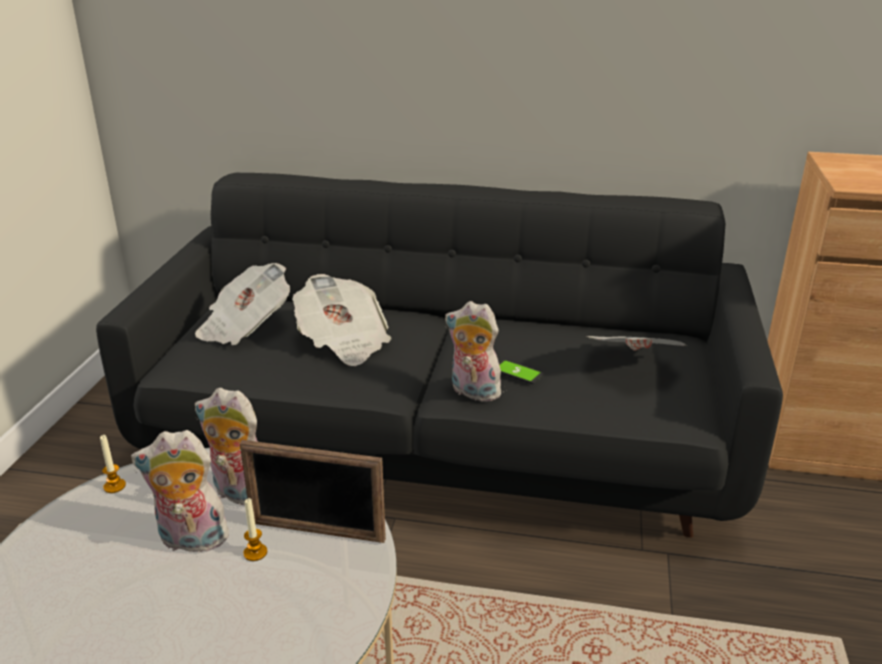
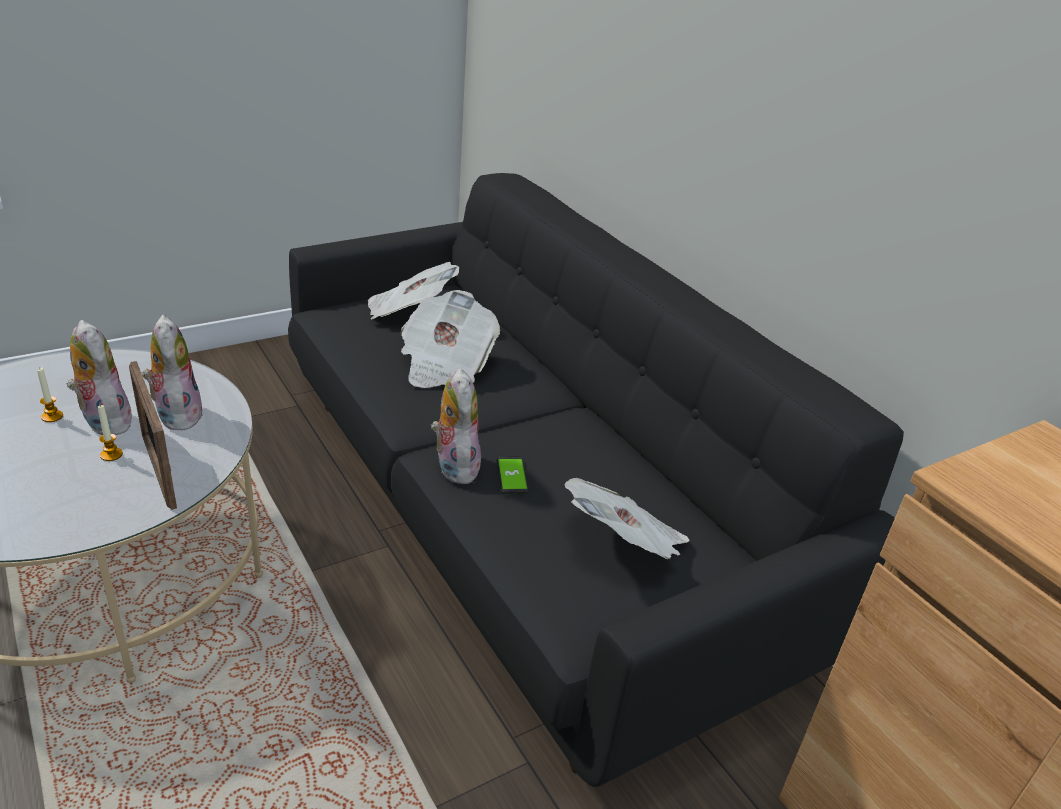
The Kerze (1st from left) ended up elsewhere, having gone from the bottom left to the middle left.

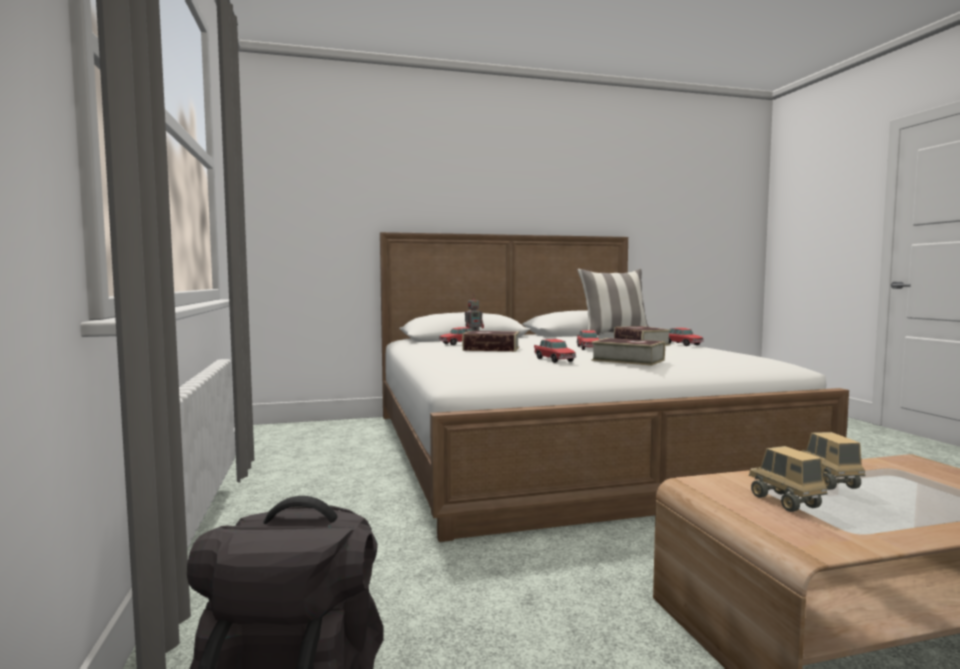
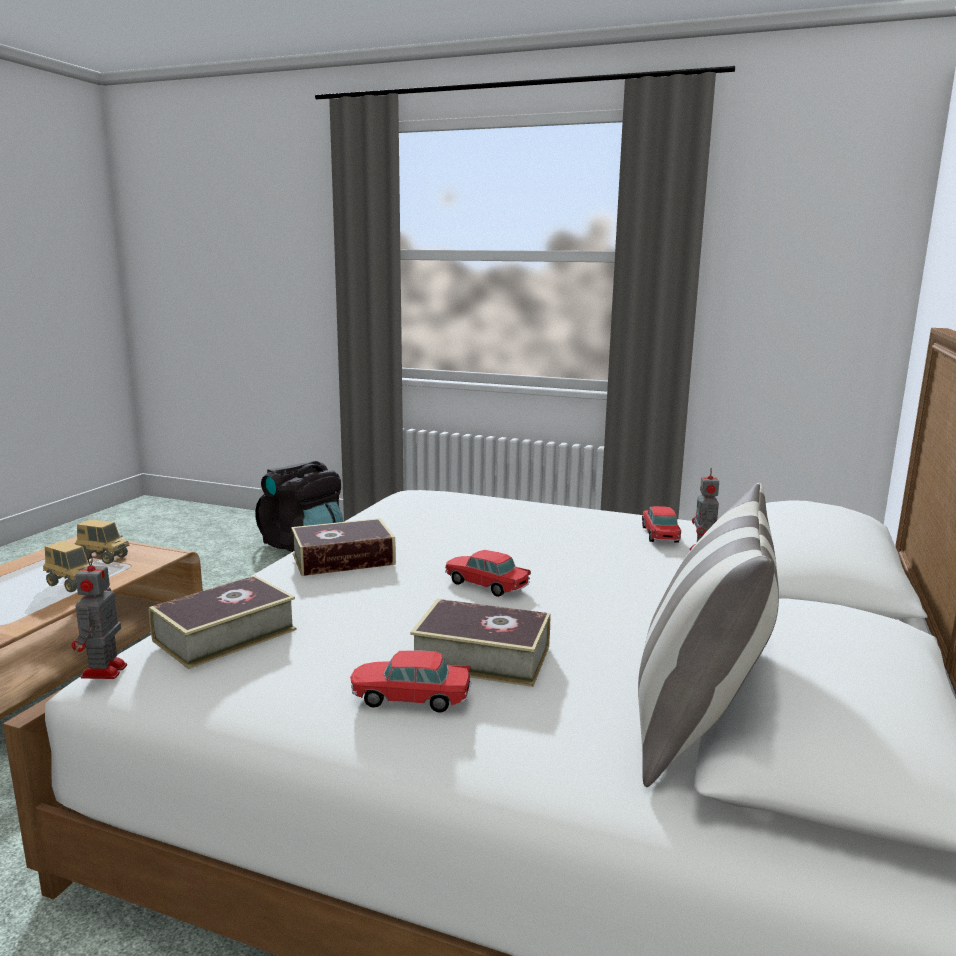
The second view gained the Spielzeugroboter (1st from left) at the middle left.
The Buch (1st from left) ended up elsewhere, having gone from the centre to the middle left.
The second view lost the Spielzeugauto (2nd from left) at the centre.

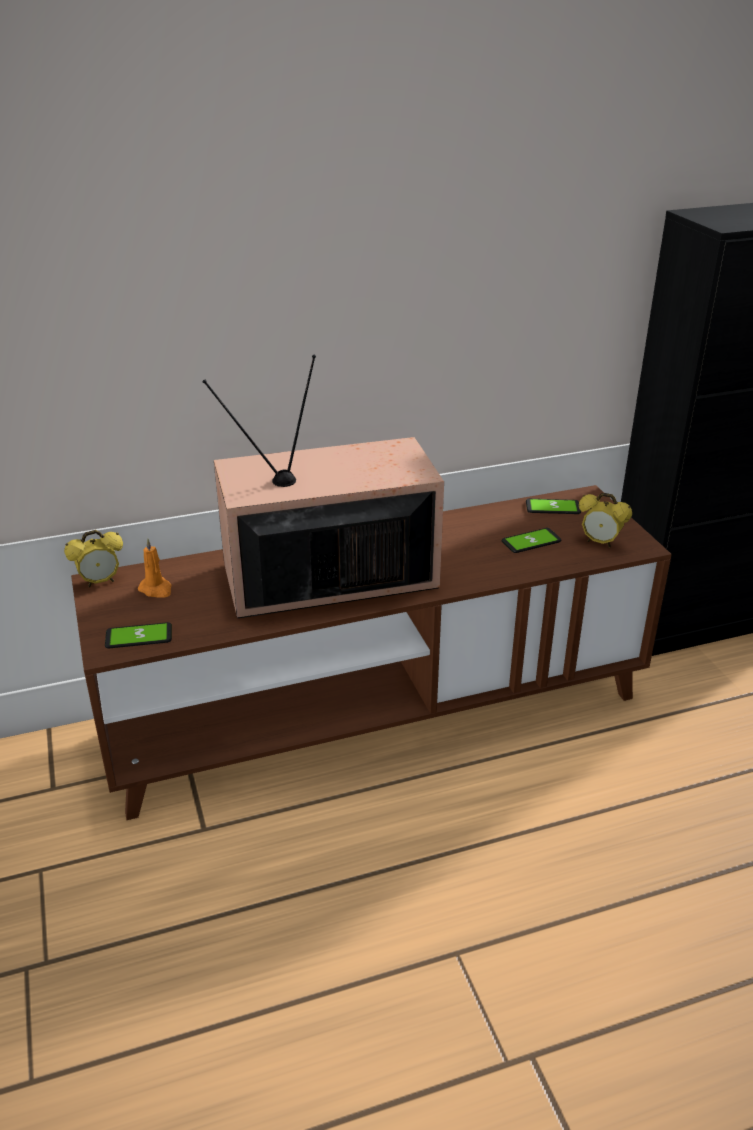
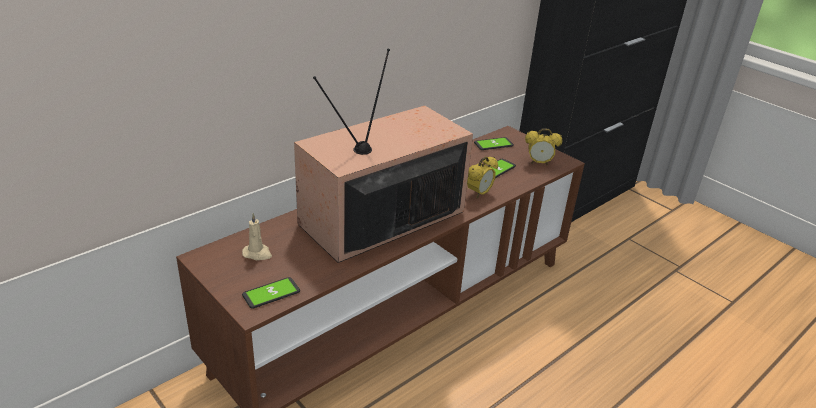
What was the Kerze (orange) at the middle left turned into the Kerze (beige) at the middle left.
The Wecker (1st from left) ended up elsewhere, having gone from the middle left to the centre.

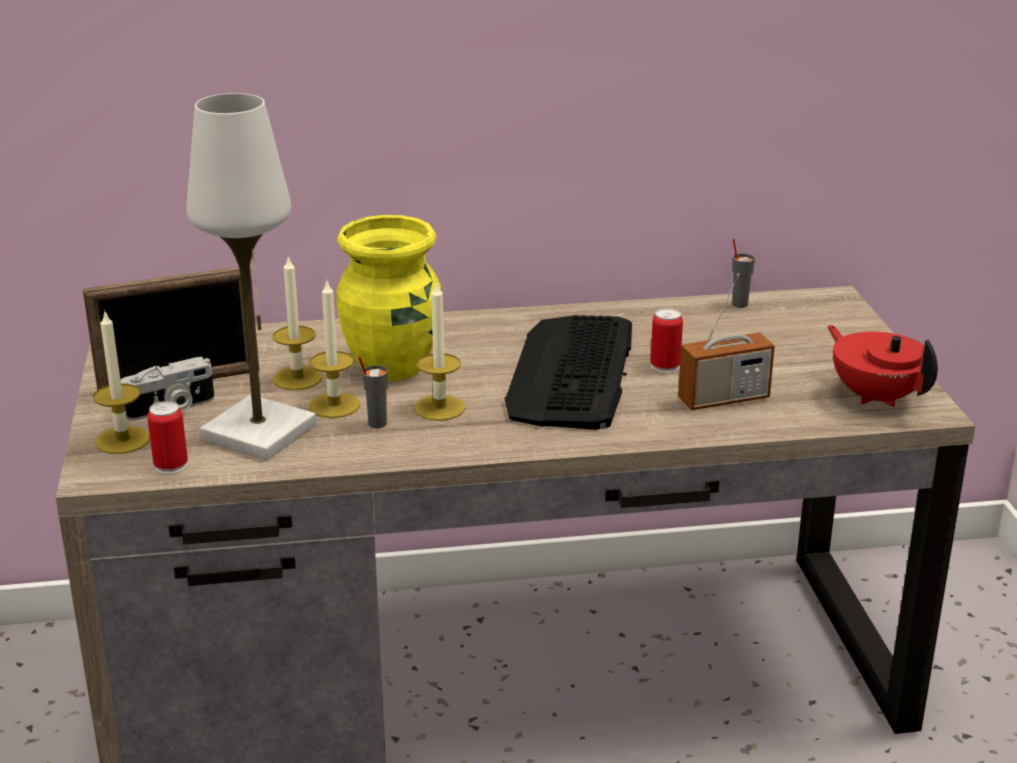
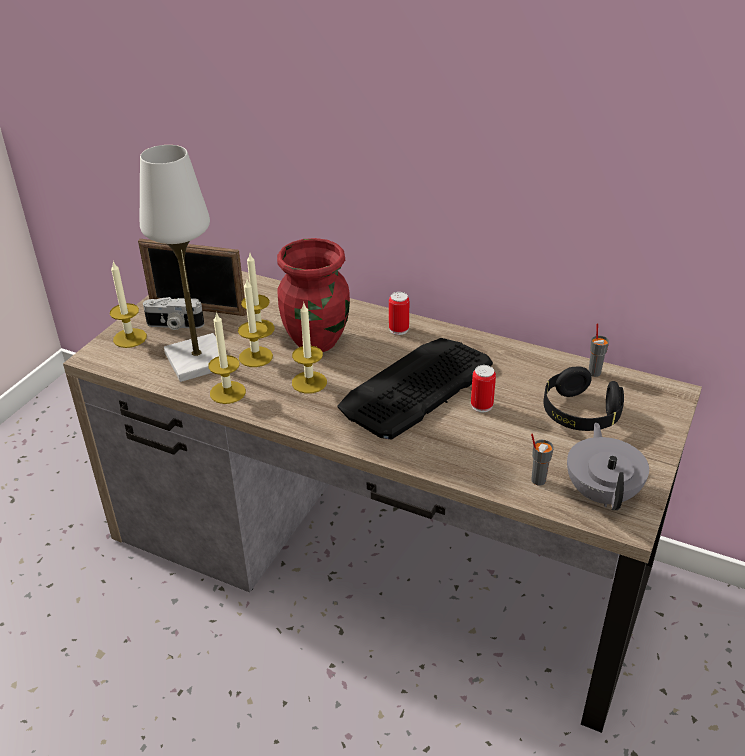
The second view gained the Kerze (2nd from left) at the middle left.
What was the Vase (gelb) at the centre turned into the Vase (rot) at the centre.
The Dose (1st from left) ended up elsewhere, having gone from the middle left to the centre.
The Tasse (grau) (1st from left) ended up elsewhere, having gone from the centre to the middle right.
The second view gained the Kopfhörer (schwarz) at the middle right.
What was the Teekanne (rot) at the middle right turned into the Teekanne (grau) at the middle right.
The second view lost the Radio at the middle right.

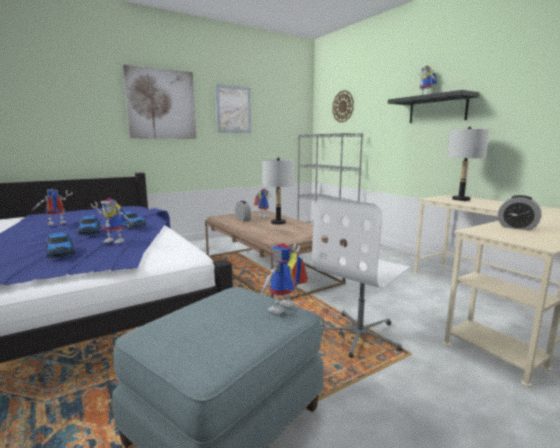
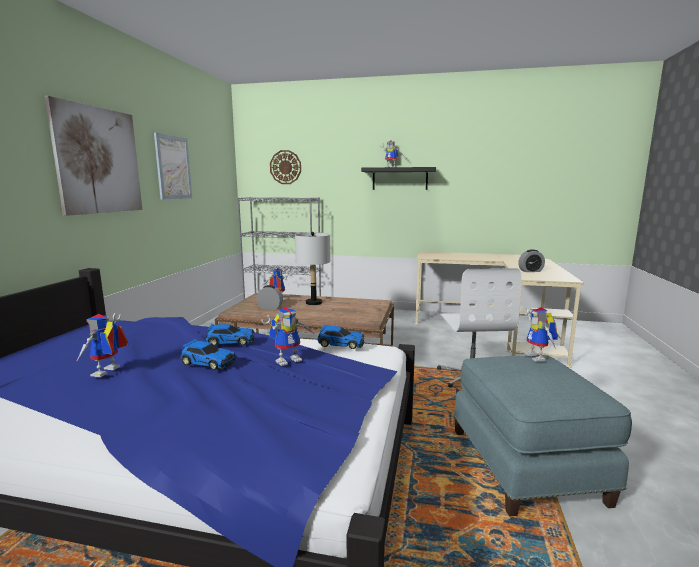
The Spielzeugauto (1st from left in the first image) ended up elsewhere, having gone from the middle left to the centre.
The second view lost the Tischlampe (grau) (2nd from left) at the middle right.

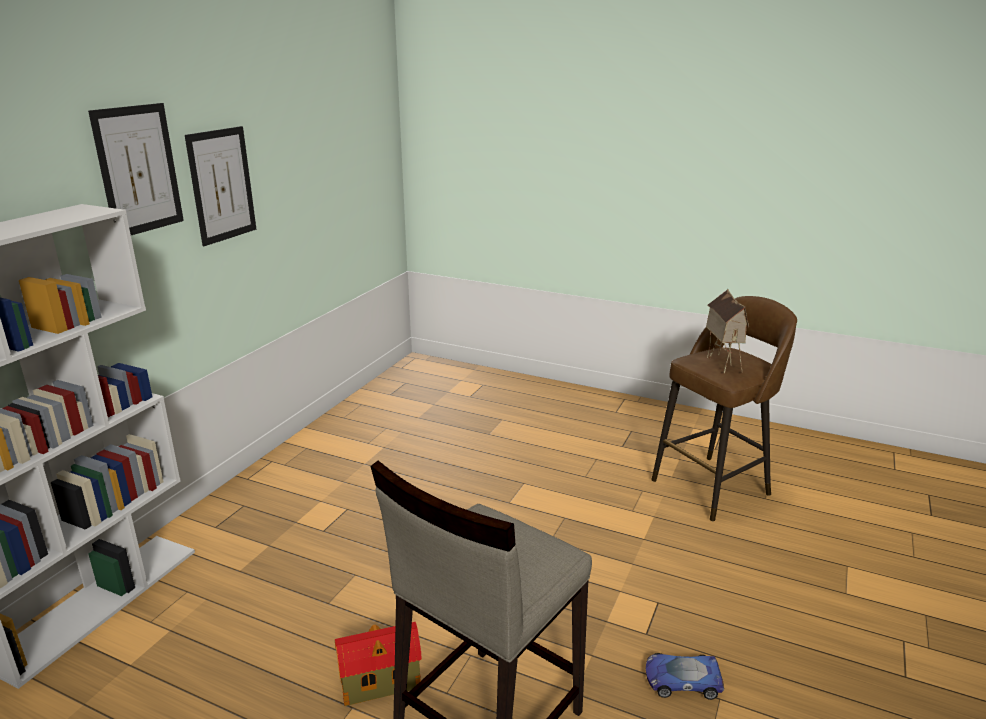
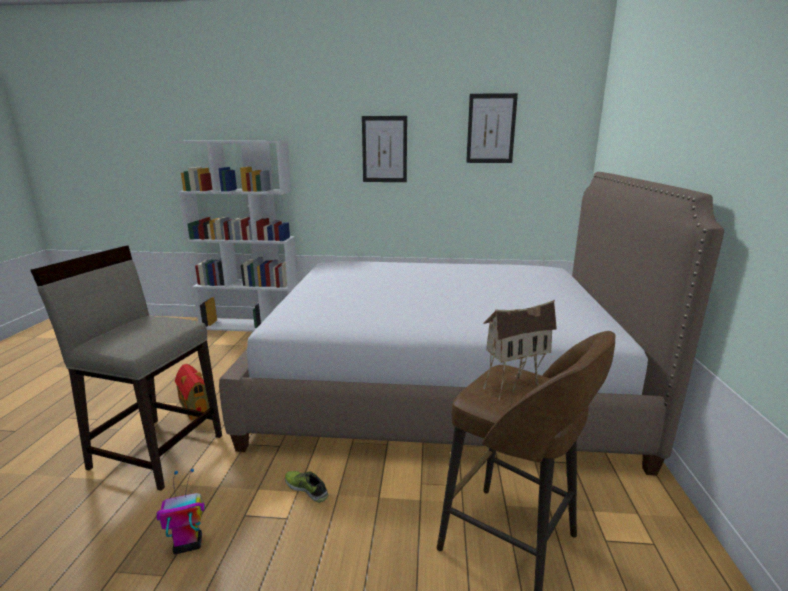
Where the Spielzeugauto stood at the bottom right, the Spielzeugroboter came to stand at the bottom left.
The second view gained the Bett at the centre.
The second view gained the Schuh at the bottom centre.
The Bild (1st from left in the first image) ended up elsewhere, having gone from the top left to the top centre.

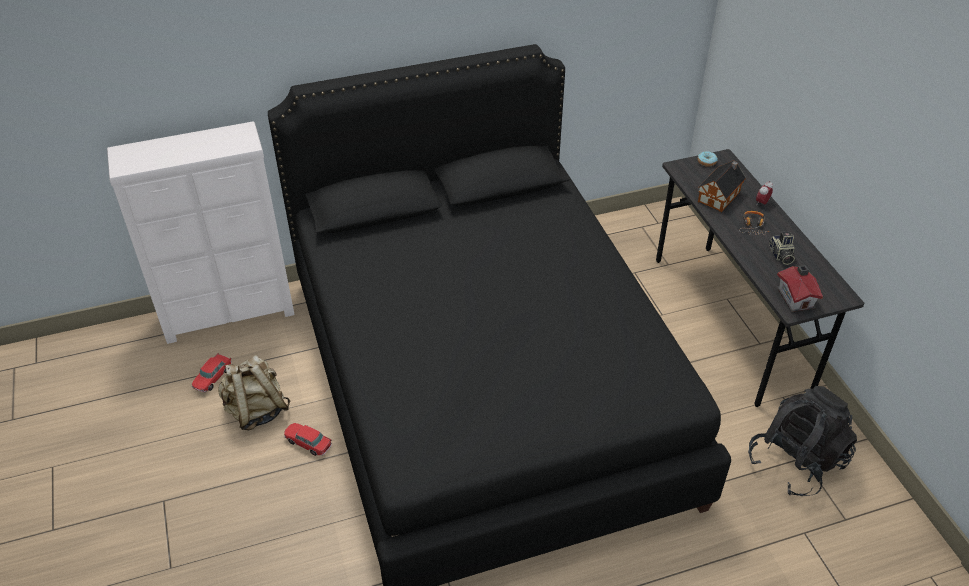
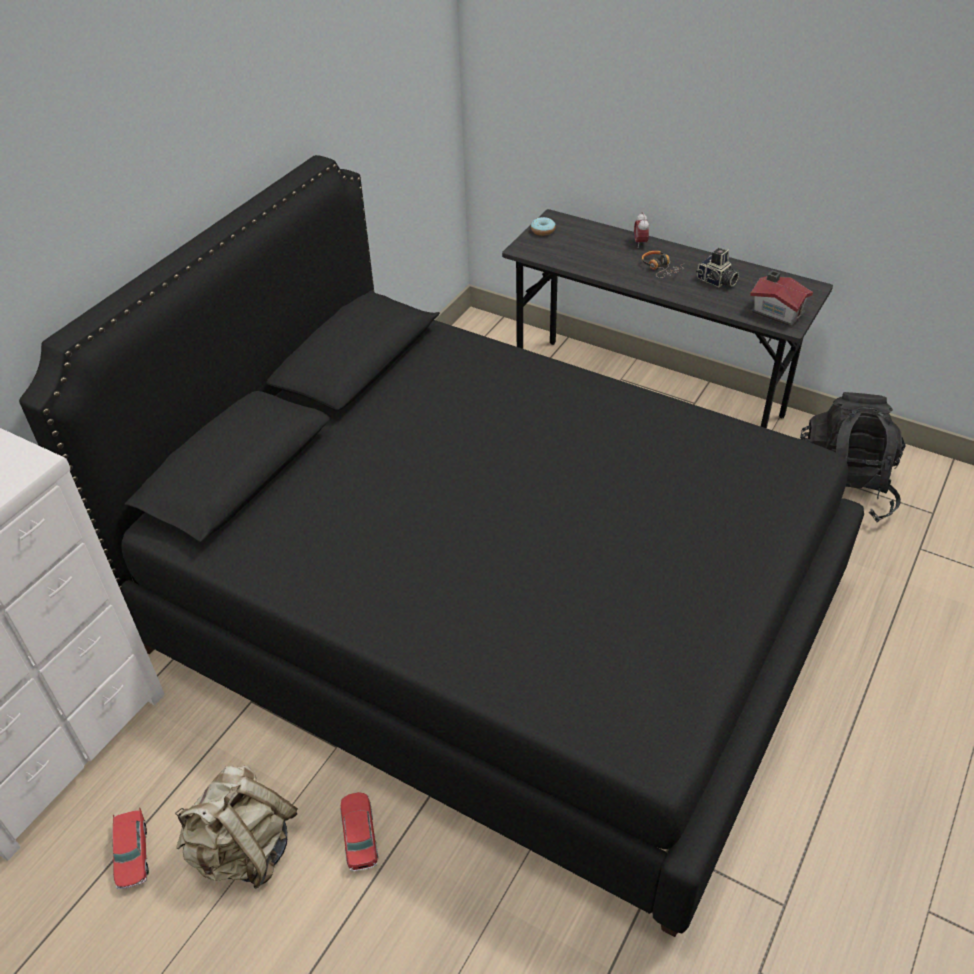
The Spielzeugauto (2nd from left) at the bottom left ended up facing another way, 90 degrees clockwise from before.
The second view lost the Spielzeughaus (1st from left) at the top right.

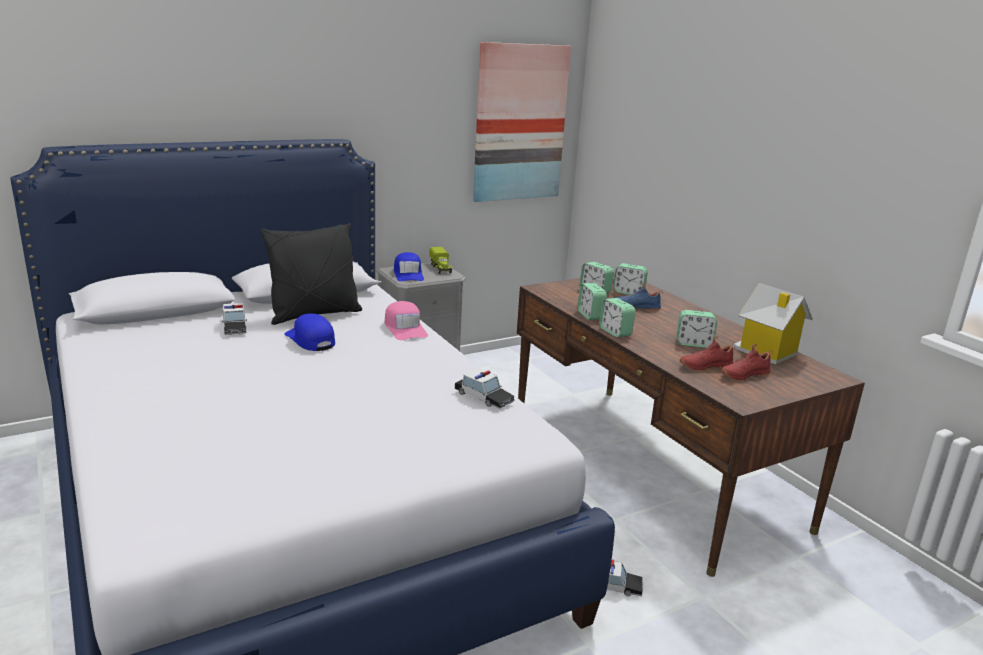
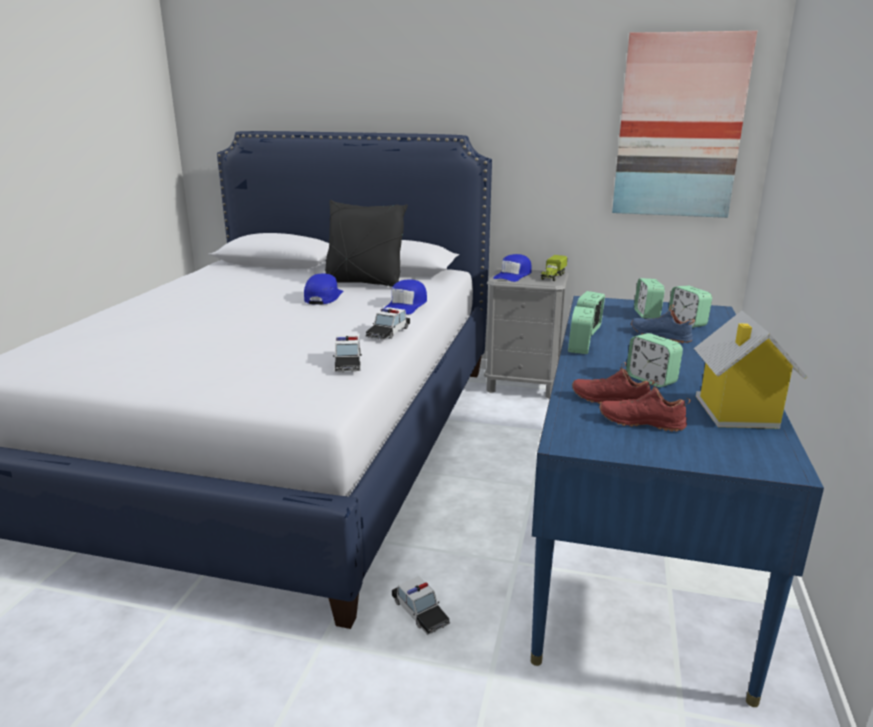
The Spielzeugauto (1st from left in the first image) ended up elsewhere, having gone from the middle left to the centre.
What was the Kappe (rosa) at the centre turned into the Kappe (blau) (2nd from left) at the centre.
What was the Schreibtisch (braun) at the middle right turned into the Schreibtisch (blau) at the bottom right.

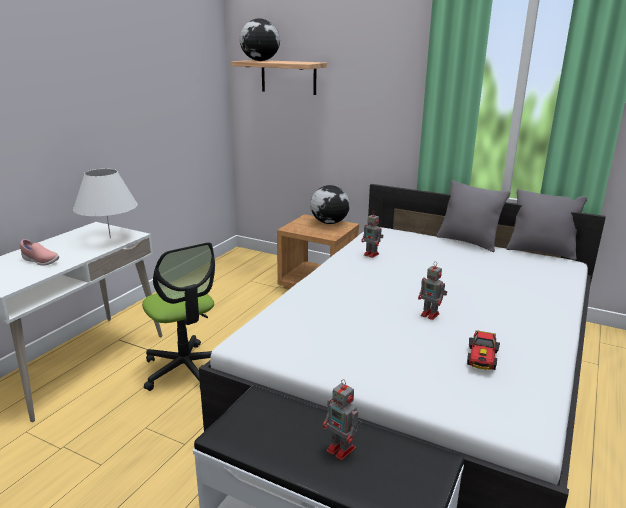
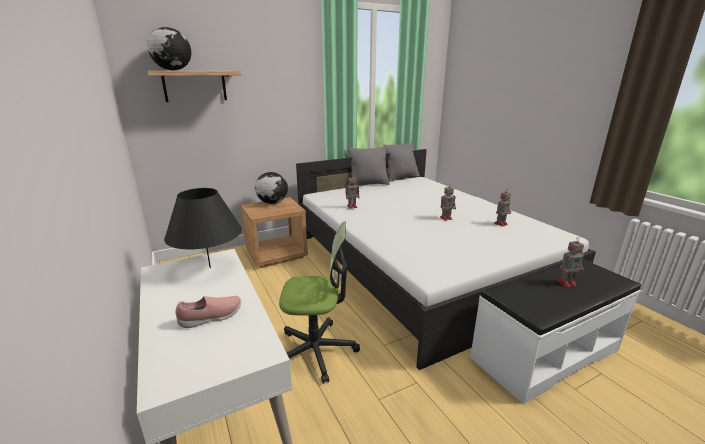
What was the Tischlampe (weiß) at the middle left turned into the Tischlampe (schwarz) at the middle left.
Where the Spielzeugauto stood at the bottom right, the Spielzeugroboter (3rd from left) came to stand at the middle right.

